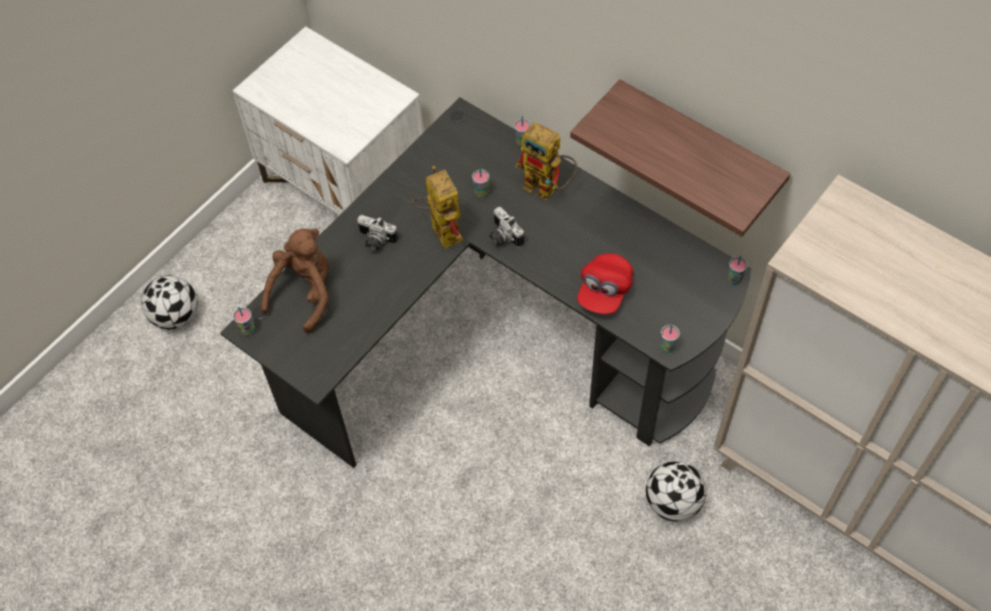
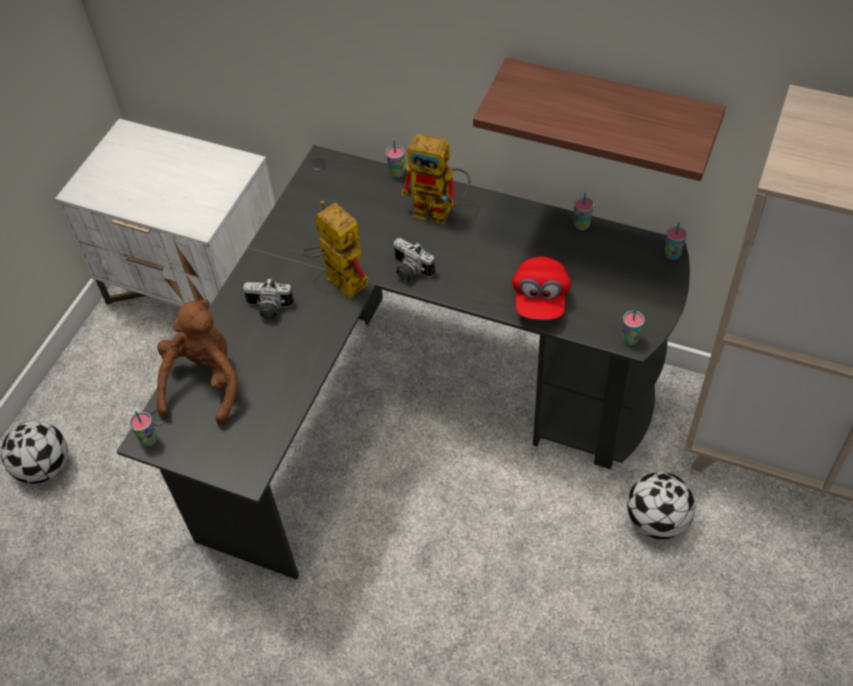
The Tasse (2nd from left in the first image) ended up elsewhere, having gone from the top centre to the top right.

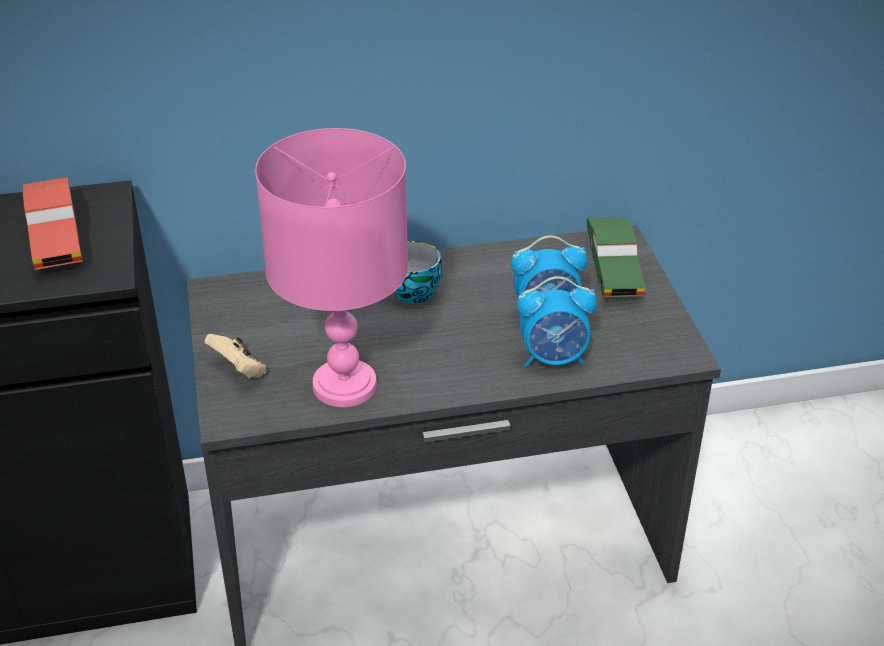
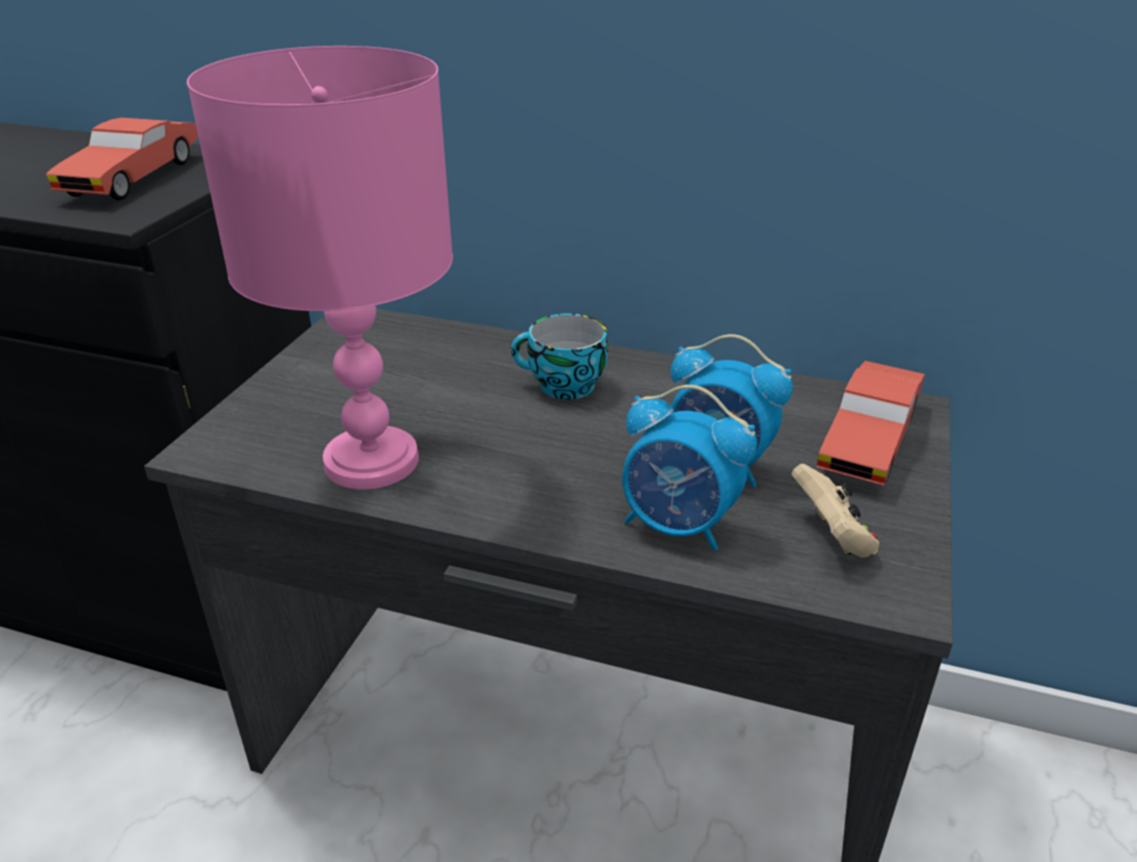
The Gamepad (beige) ended up elsewhere, having gone from the middle left to the middle right.
What was the Spielzeugauto (grün) at the middle right turned into the Spielzeugauto (rot) (2nd from left) at the middle right.

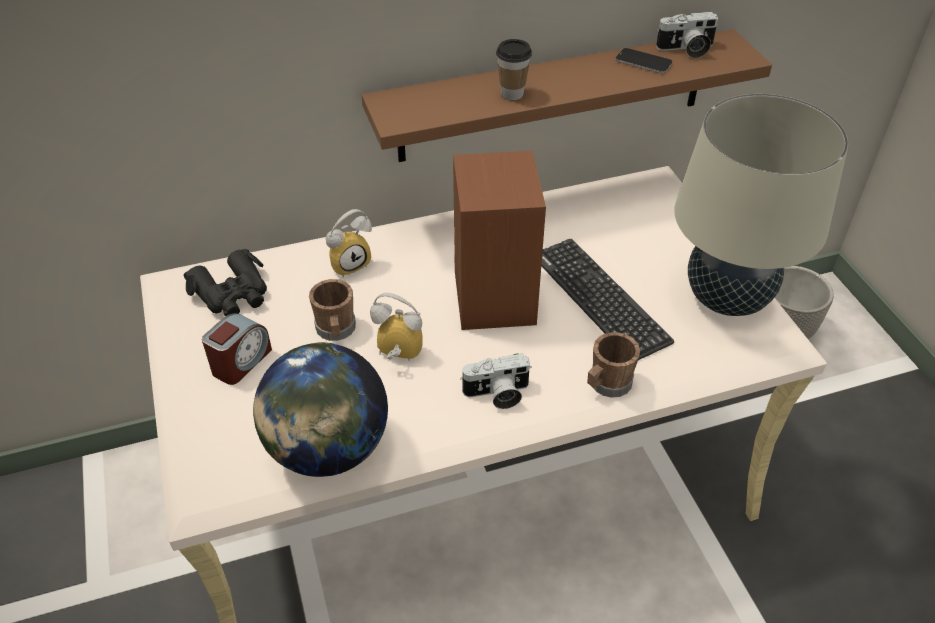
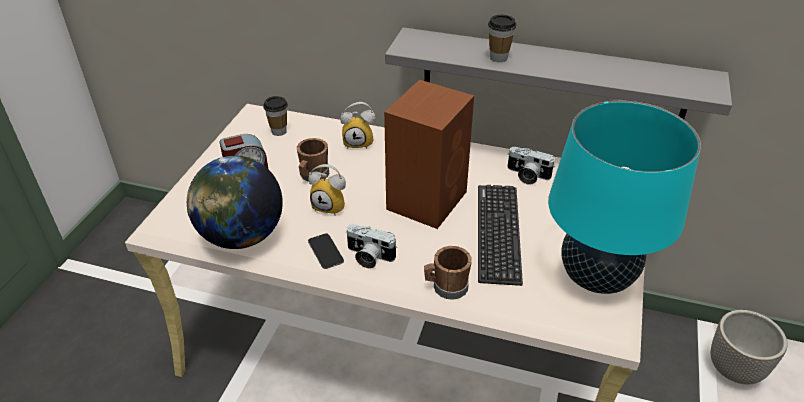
Where the Fernglas (schwarz) stood at the middle left, the Tasse (1st from left) came to stand at the top centre.
The Wecker (3rd from left in the first image) at the centre ended up facing another way, 150 degrees clockwise from before.
The Handy ended up elsewhere, having gone from the top right to the centre.
What was the Wandregal (braun) at the top centre turned into the Wandregal (grau) at the top right.
The Kamera (2nd from left) ended up elsewhere, having gone from the top right to the centre.
What was the Tischlampe (beige) at the top right turned into the Tischlampe (türkis) at the middle right.

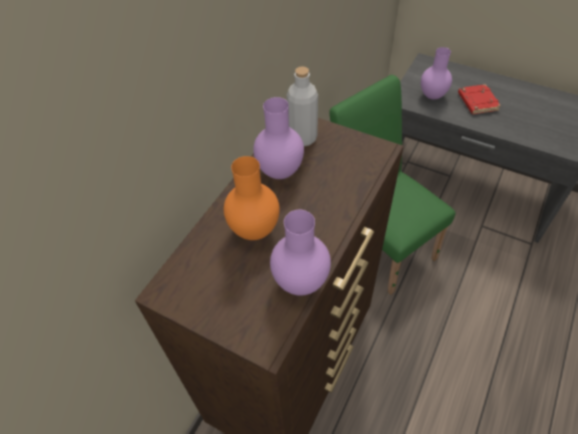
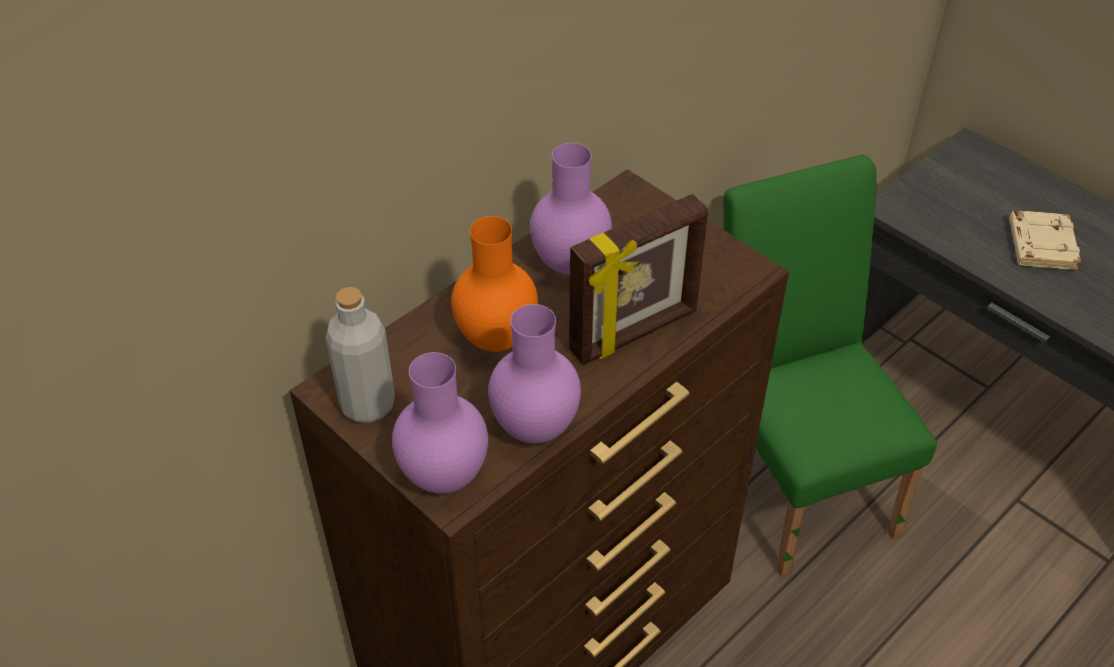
The Flasche (grau) ended up elsewhere, having gone from the top centre to the middle left.
The Vase (lila) (3rd from left in the first image) ended up elsewhere, having gone from the top right to the centre.
The second view gained the Bilderrahmen at the centre.
What was the Buch (rot) at the top right turned into the Buch (beige) at the middle right.

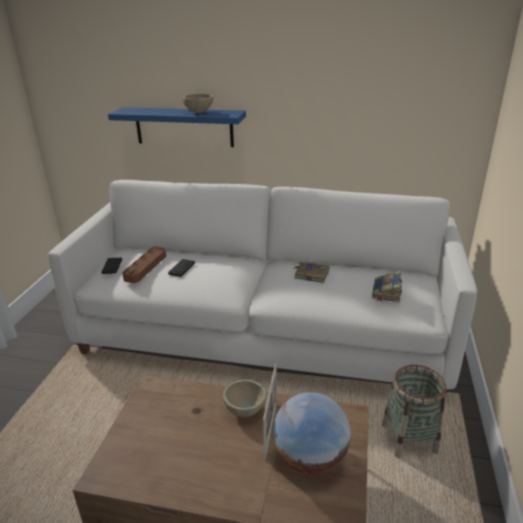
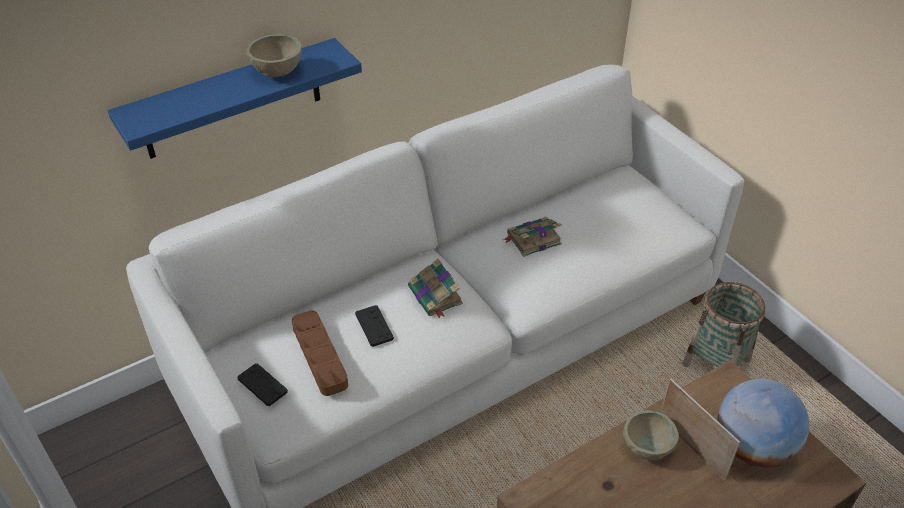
The Buch (2nd from left in the first image) ended up elsewhere, having gone from the middle right to the centre.

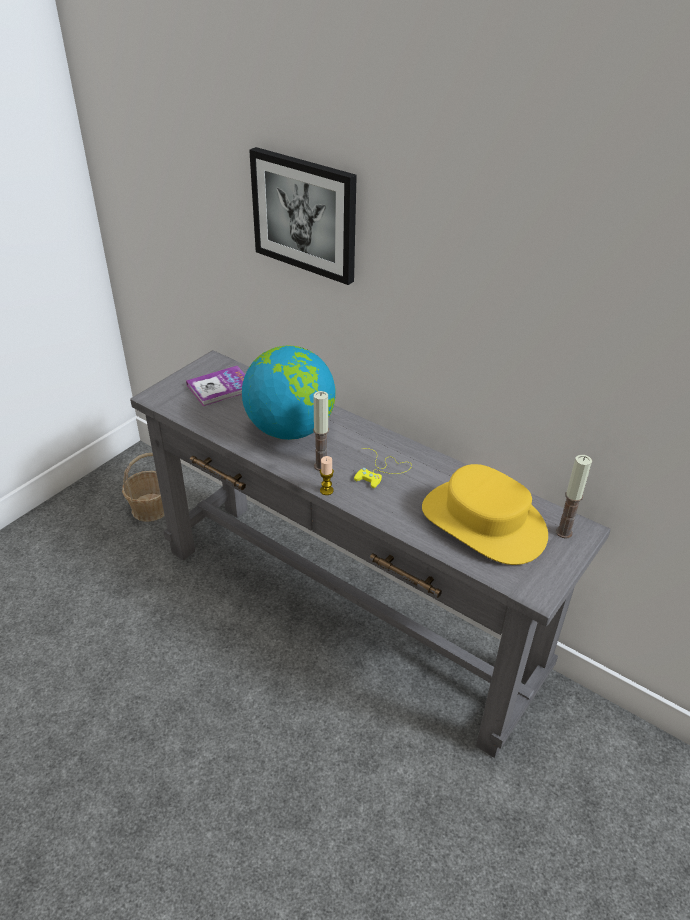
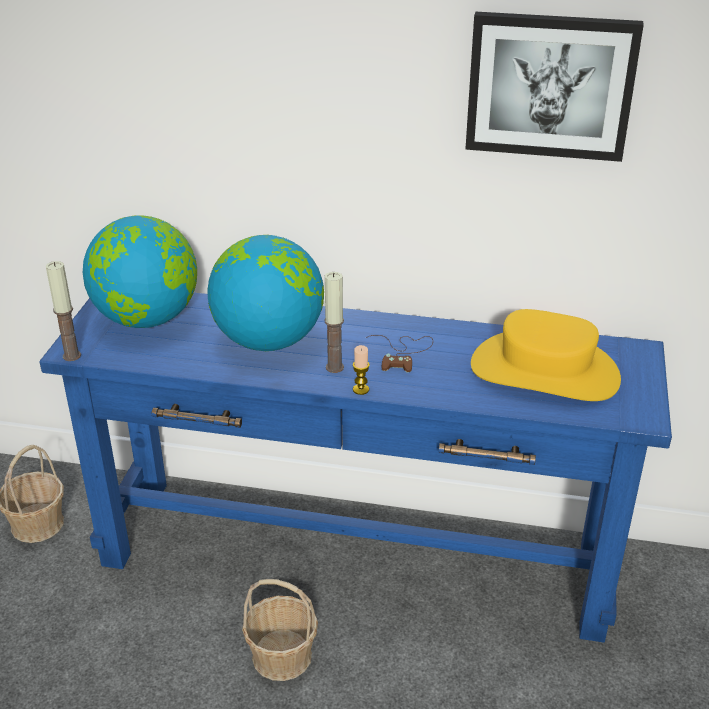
What was the Konsolentisch (grau) at the centre turned into the Konsolentisch (blau) at the centre.
The Kerze (3rd from left in the first image) ended up elsewhere, having gone from the middle right to the middle left.
Where the Buch stood at the middle left, the Globus (1st from left) came to stand at the middle left.
The second view gained the Korb (2nd from left) at the bottom centre.
What was the Gamepad (gelb) at the centre turned into the Gamepad (braun) at the centre.
The Bild ended up elsewhere, having gone from the top centre to the top right.

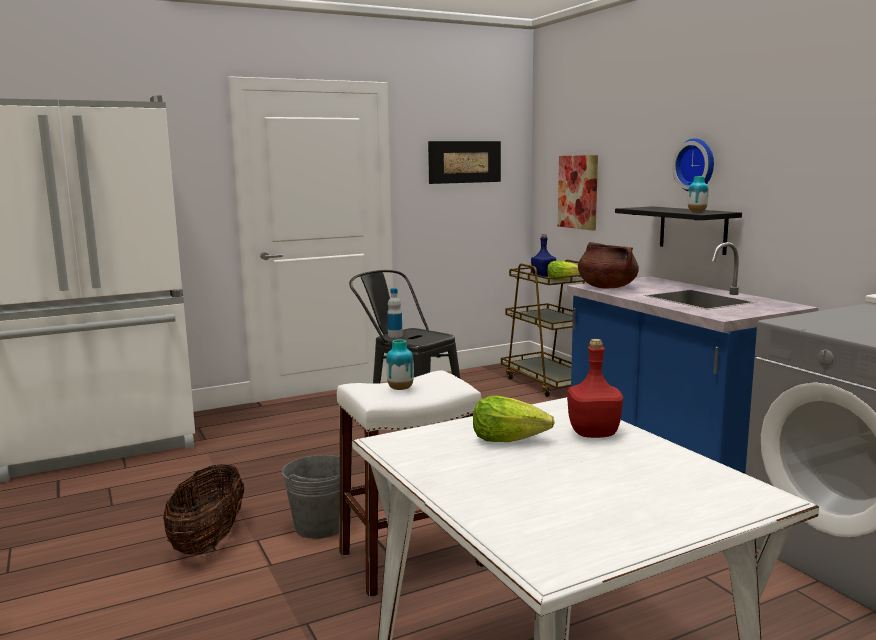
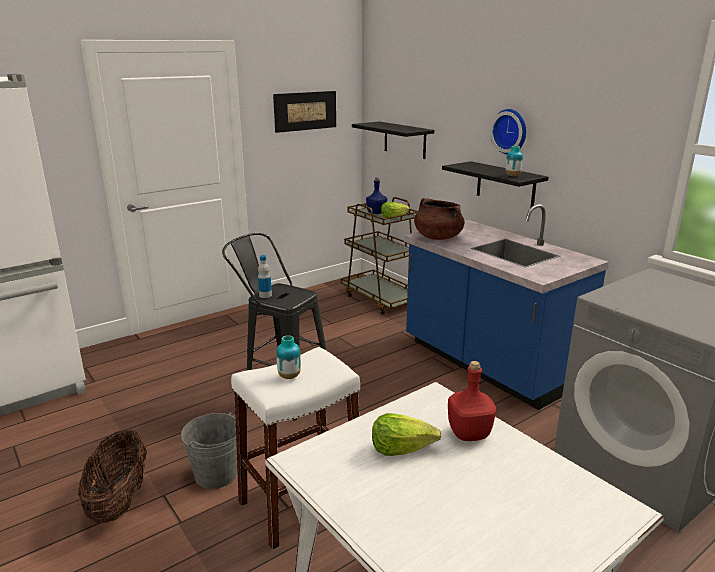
Where the Bild (2nd from left) hung at the top centre, the Wandregal (schwarz) (1st from left) came to hang at the top centre.

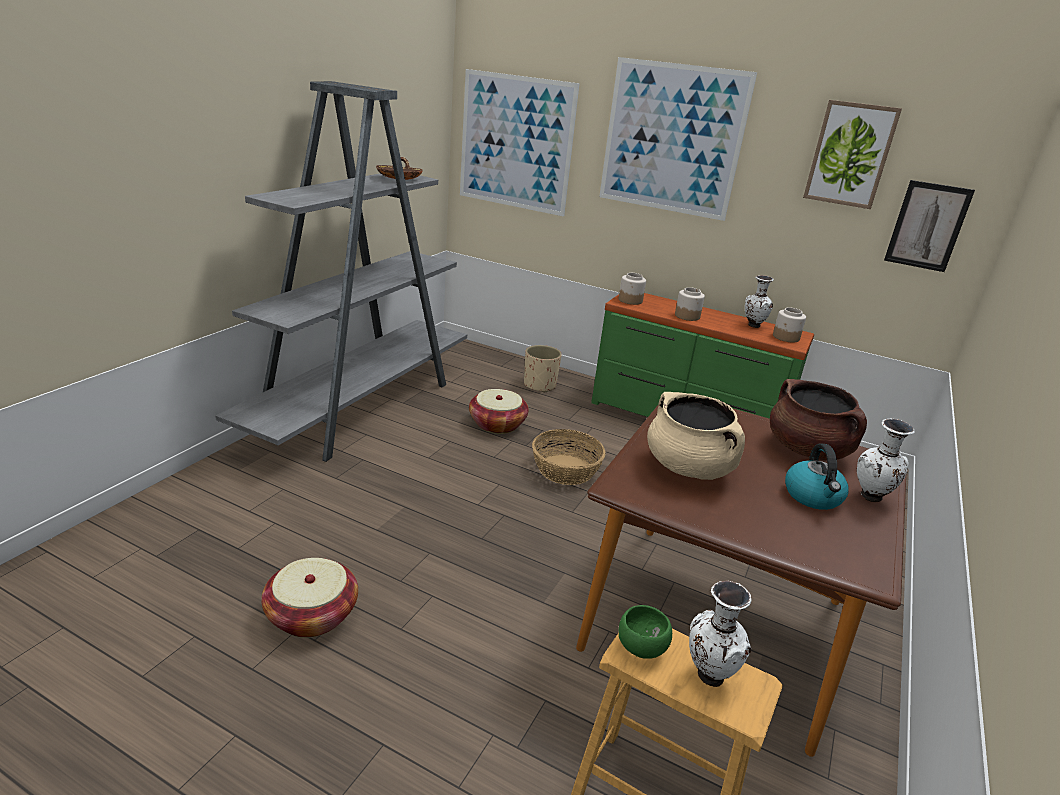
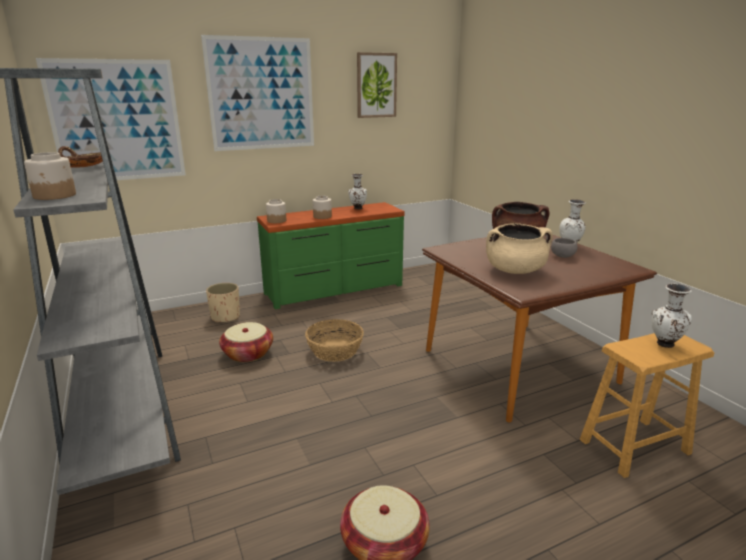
The Vorratsglas (3rd from left in the first image) ended up elsewhere, having gone from the middle right to the top left.
Where the Wasserkessel stood at the middle right, the Schüssel (grau) came to stand at the middle right.
The second view lost the Schüssel (grün) at the bottom centre.
The second view lost the Bild (4th from left) at the top right.

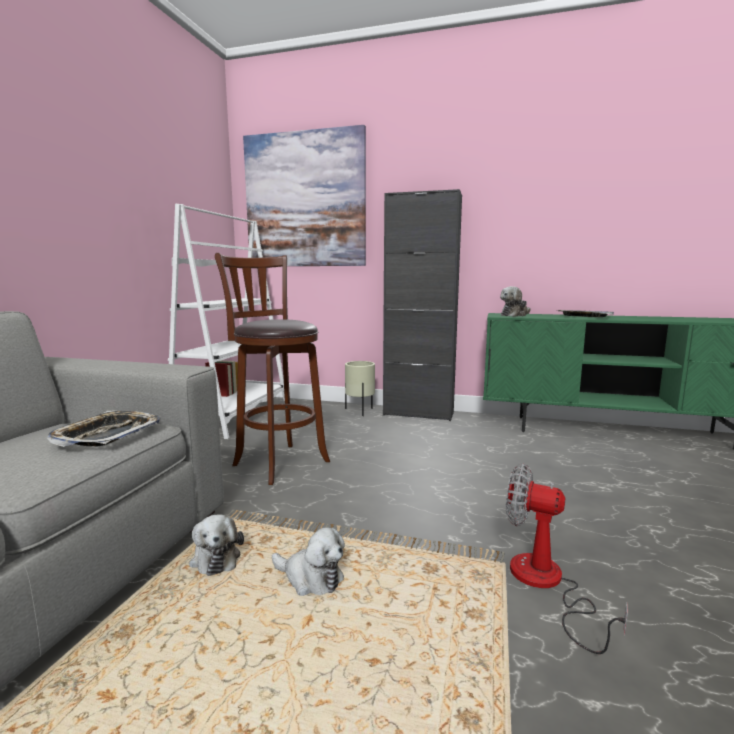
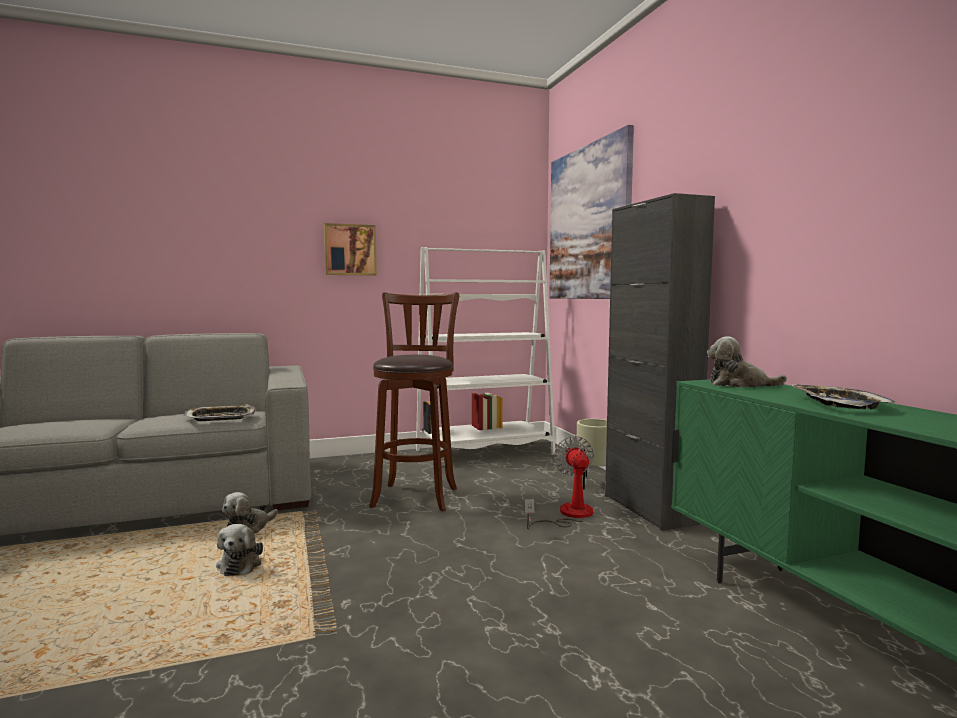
The second view gained the Bild (1st from left) at the centre.
The Ventilator ended up elsewhere, having gone from the bottom right to the bottom centre.

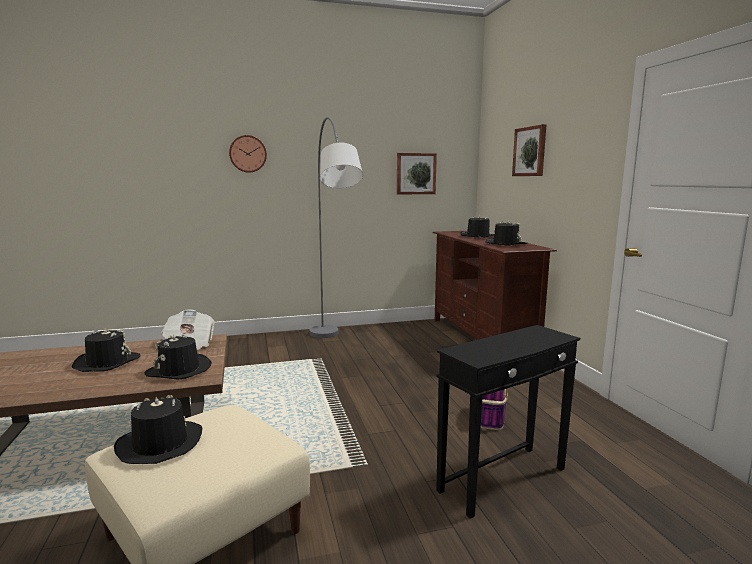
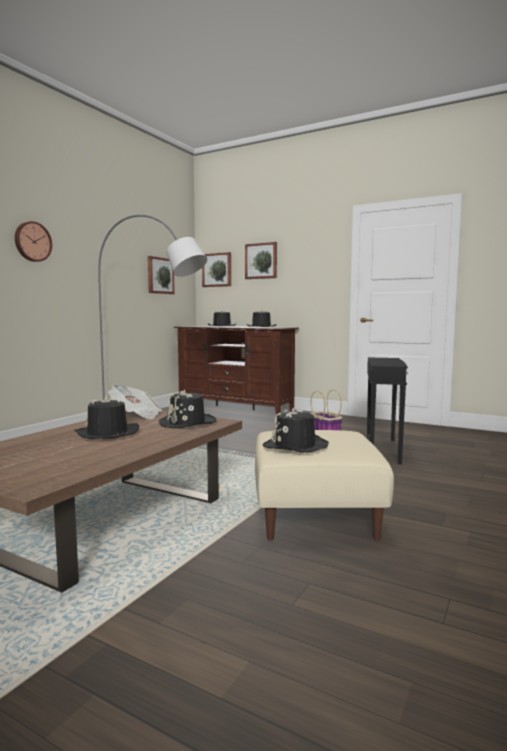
The second view gained the Bild (2nd from left) at the centre.

